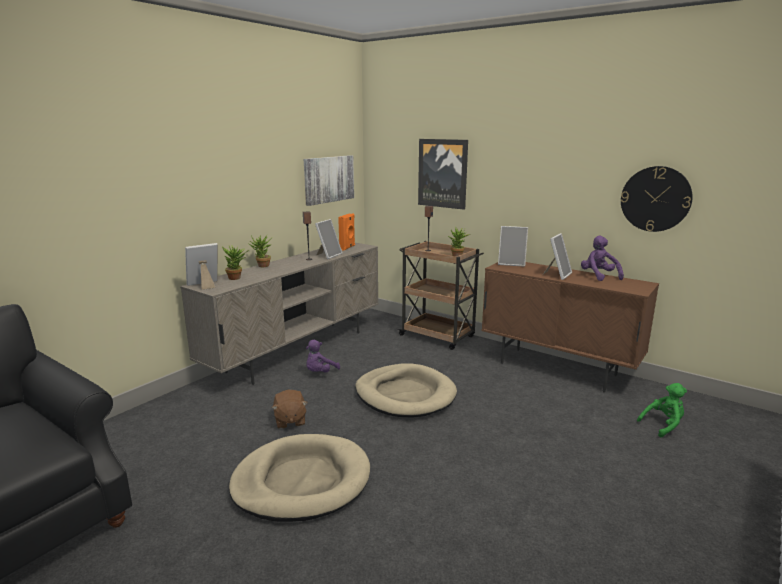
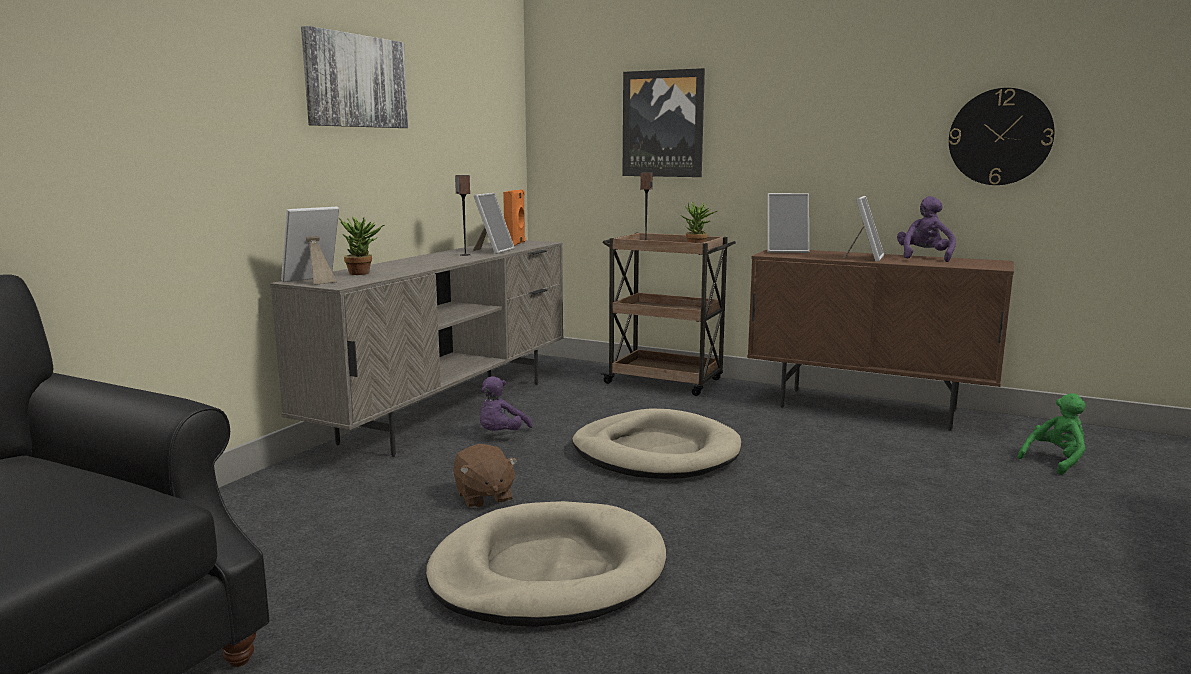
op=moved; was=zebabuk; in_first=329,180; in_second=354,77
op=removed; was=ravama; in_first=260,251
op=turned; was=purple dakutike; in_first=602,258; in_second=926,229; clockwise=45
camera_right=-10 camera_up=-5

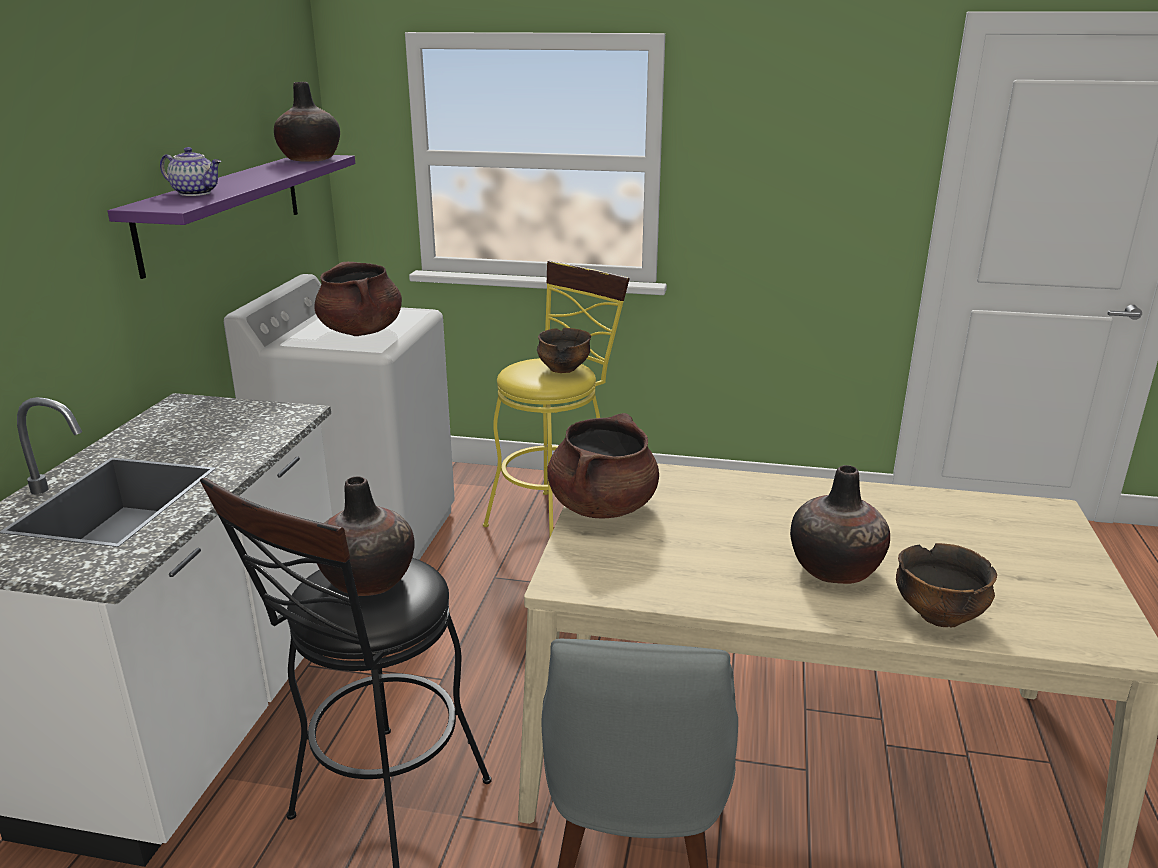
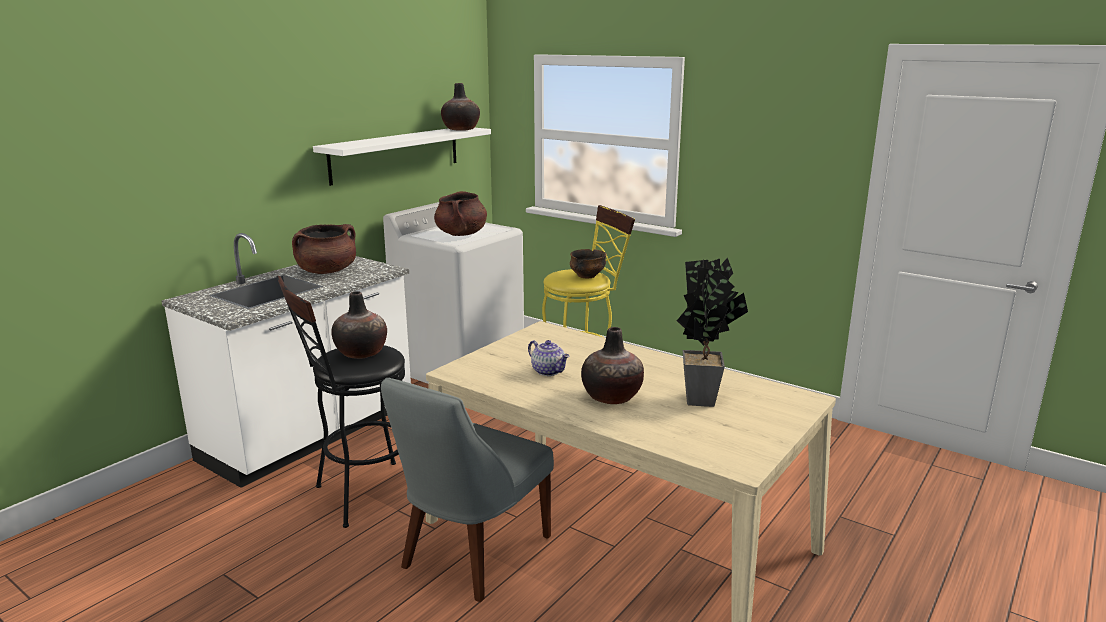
op=moved; was=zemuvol; in_first=190,171; in_second=548,358
op=recoloured; was=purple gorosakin; now=white gorosakin; in_first=231,217; in_second=402,157
op=moved; was=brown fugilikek; in_first=603,465; in_second=324,249
op=removed; was=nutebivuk; in_first=946,585
op=added; now=ravama; in_second=712,332
camera_right=25 camera_up=-5

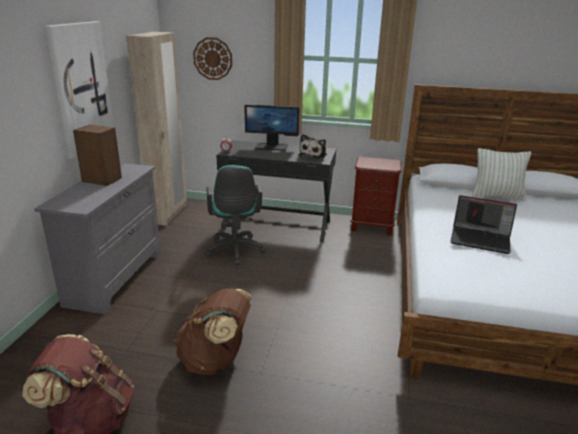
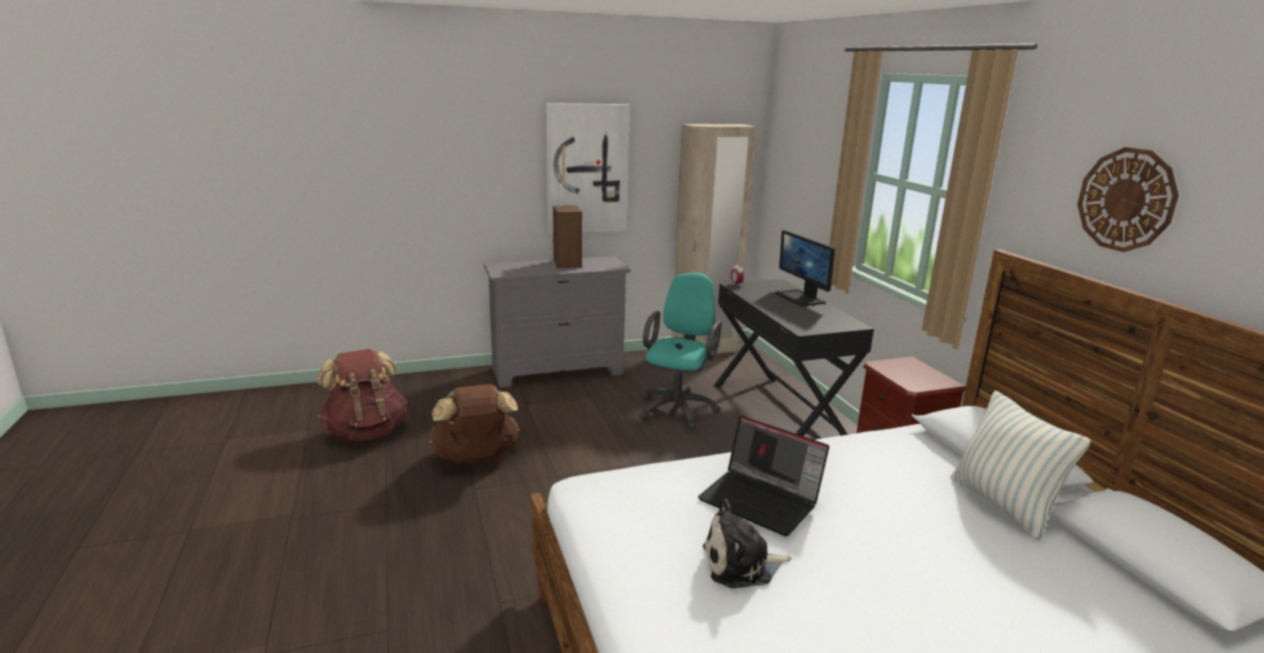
op=moved; was=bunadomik; in_first=212,58; in_second=1128,199
op=moved; was=dakutike; in_first=313,146; in_second=747,543
op=turned; was=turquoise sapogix; in_first=235,215; in_second=680,351; clockwise=150
op=turned; was=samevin; in_first=483,224; in_second=763,475; clockwise=-45
camera_right=60 camera_up=-5

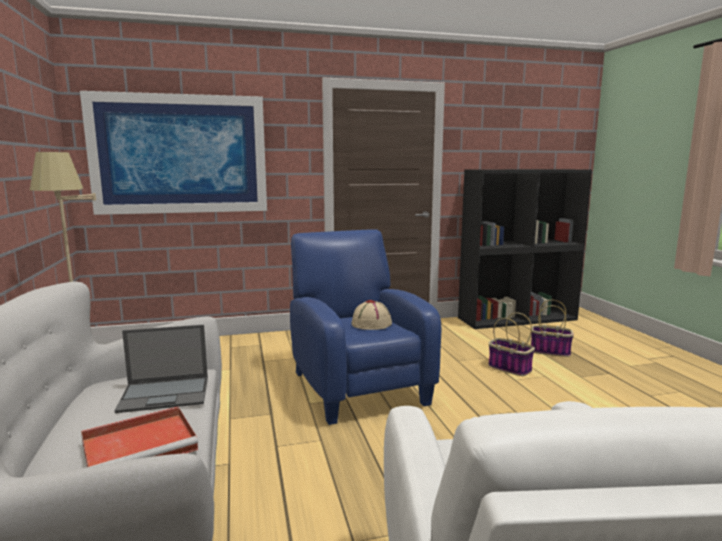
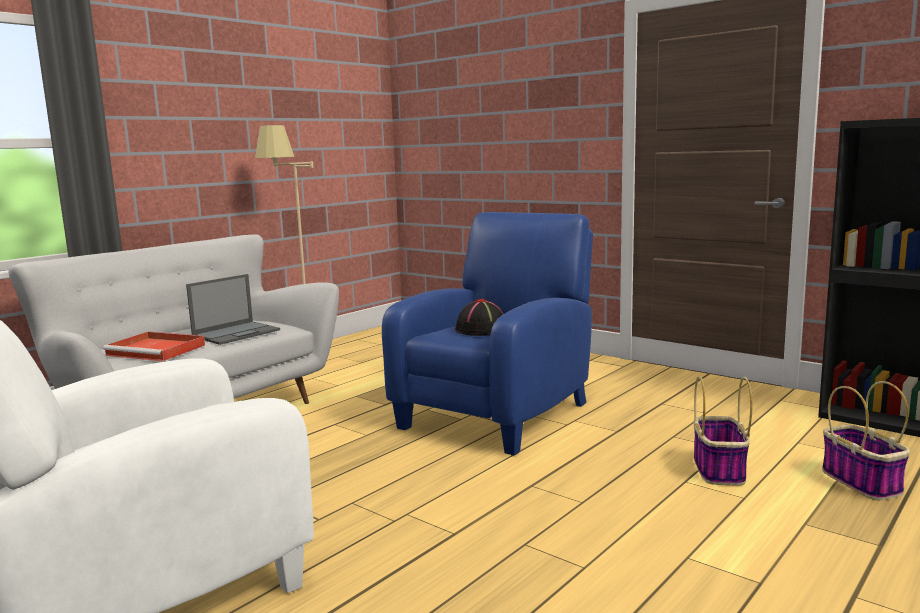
op=removed; was=zebabuk; in_first=173,153
op=recoloured; was=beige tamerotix; now=black tamerotix; in_first=371,315; in_second=479,317
op=turned; was=samevin; in_first=161,369; in_second=233,309; clockwise=-90
camera_right=55 camera_up=0

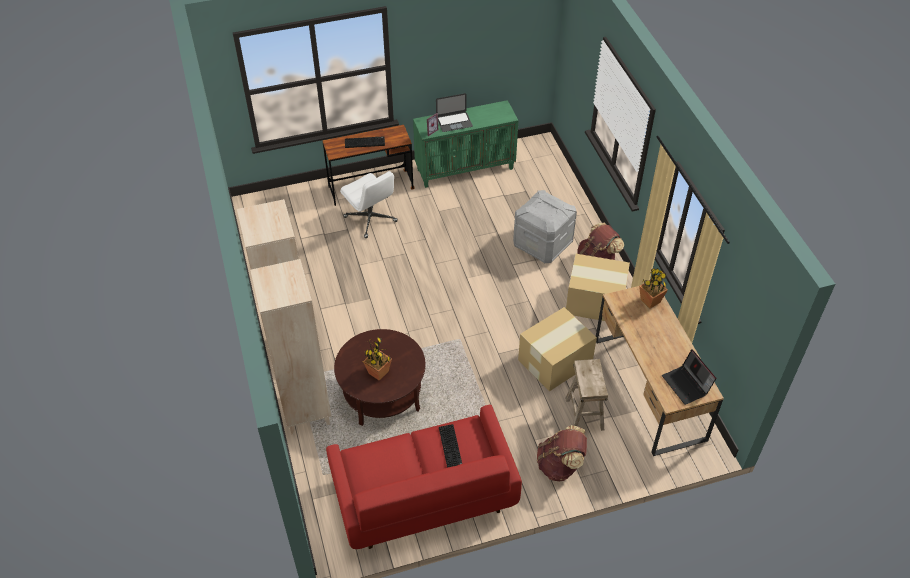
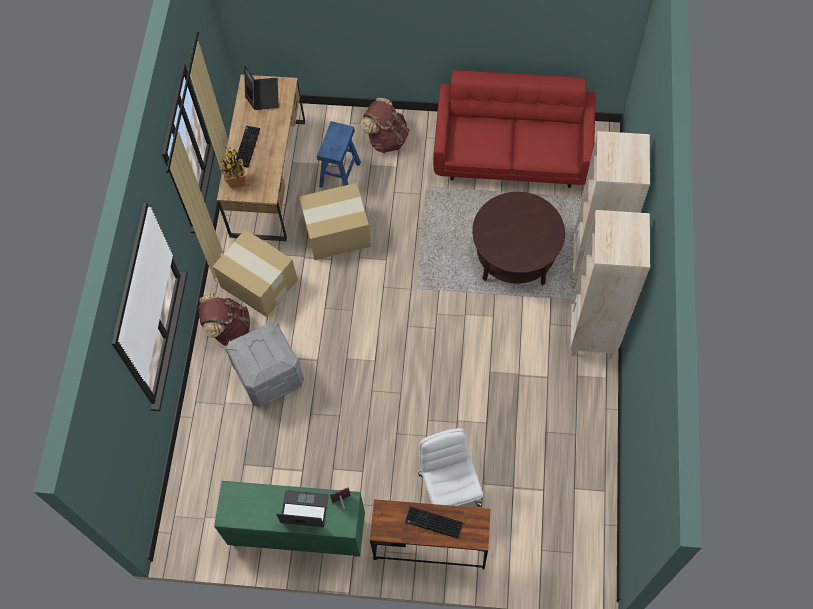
op=removed; was=ravama; in_first=377,359
op=recoloured; was=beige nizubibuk; now=blue nizubibuk; in_first=586,395; in_second=339,154
op=moved; was=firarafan; in_first=450,446; in_second=248,146
camera_right=-155 camera_up=15

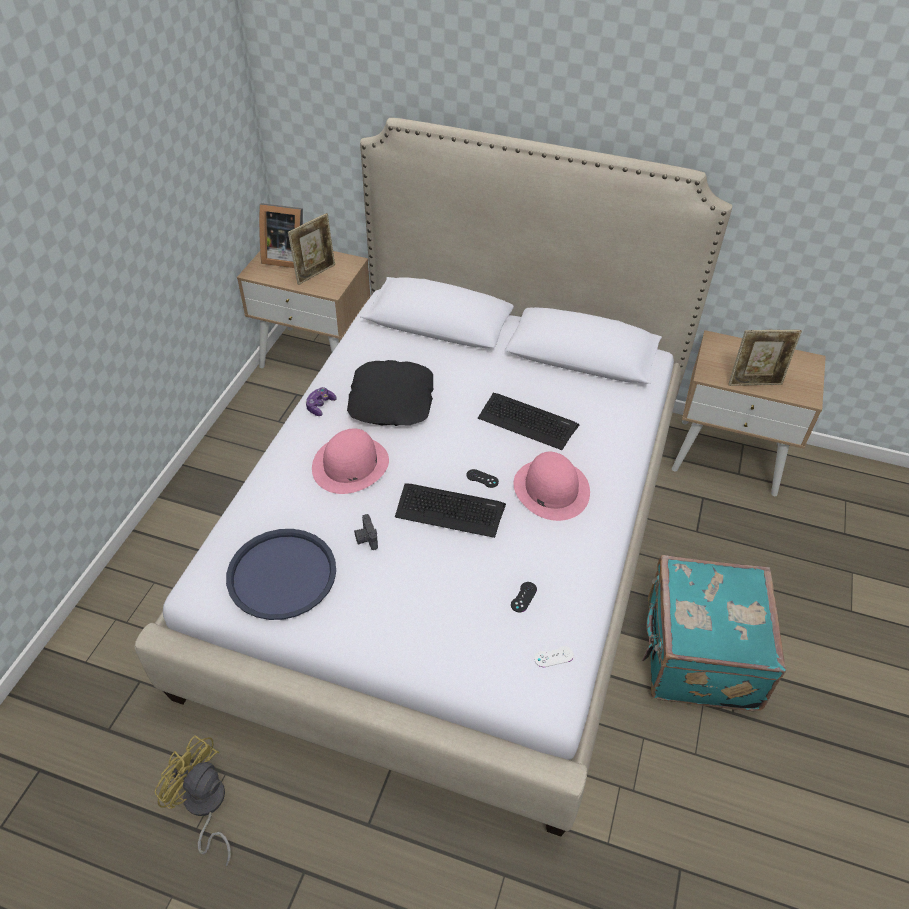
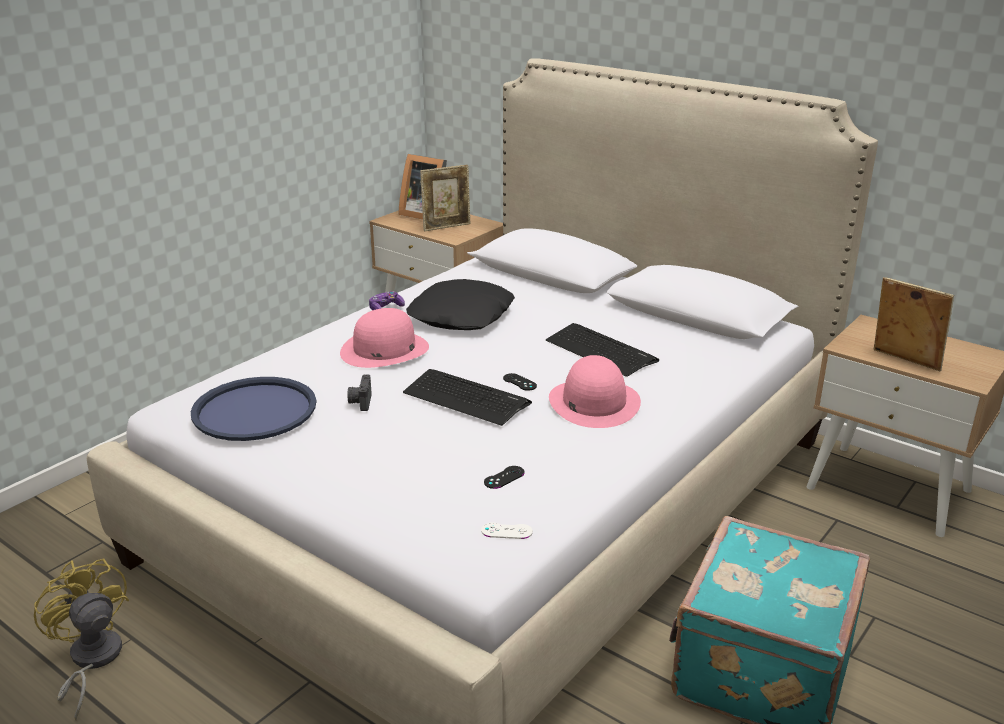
op=turned; was=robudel; in_first=765,358; in_second=914,324; clockwise=-150
camera_right=20 camera_up=-20

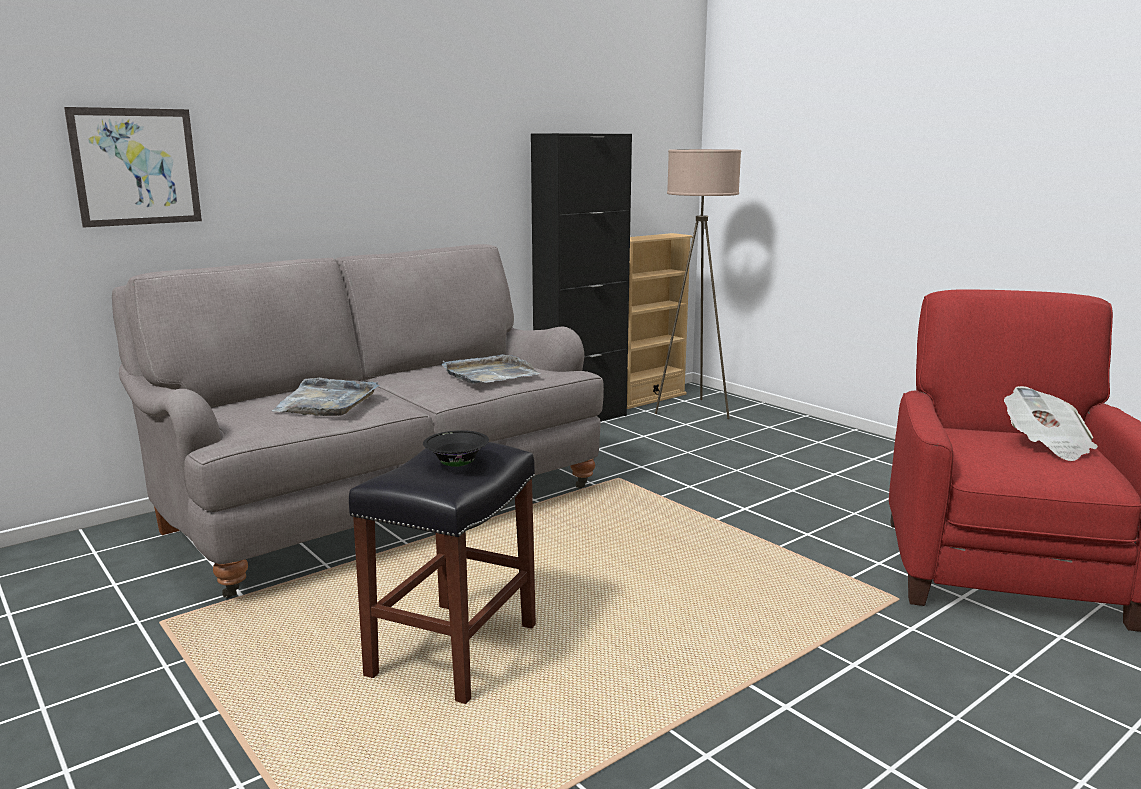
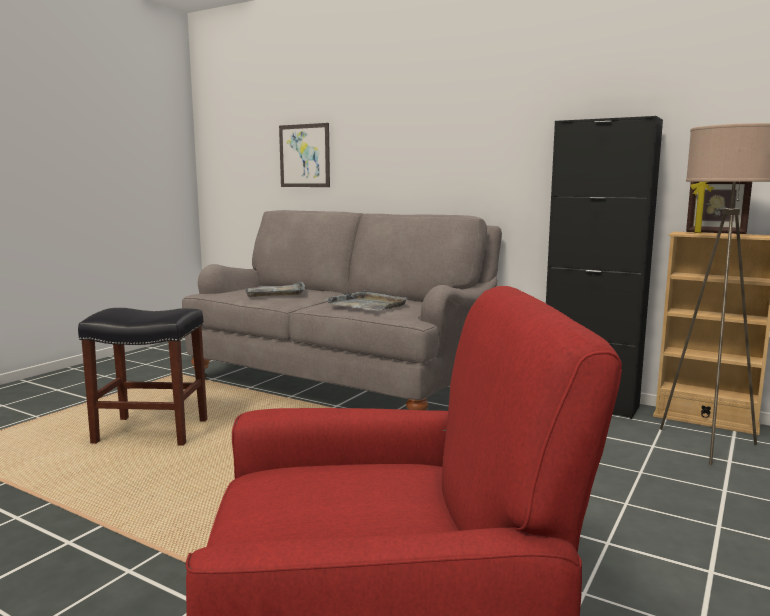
op=removed; was=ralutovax; in_first=1051,423
op=removed; was=black nutebivuk; in_first=456,448
op=added; now=robudel; in_second=719,208
camera_right=70 camera_up=-5

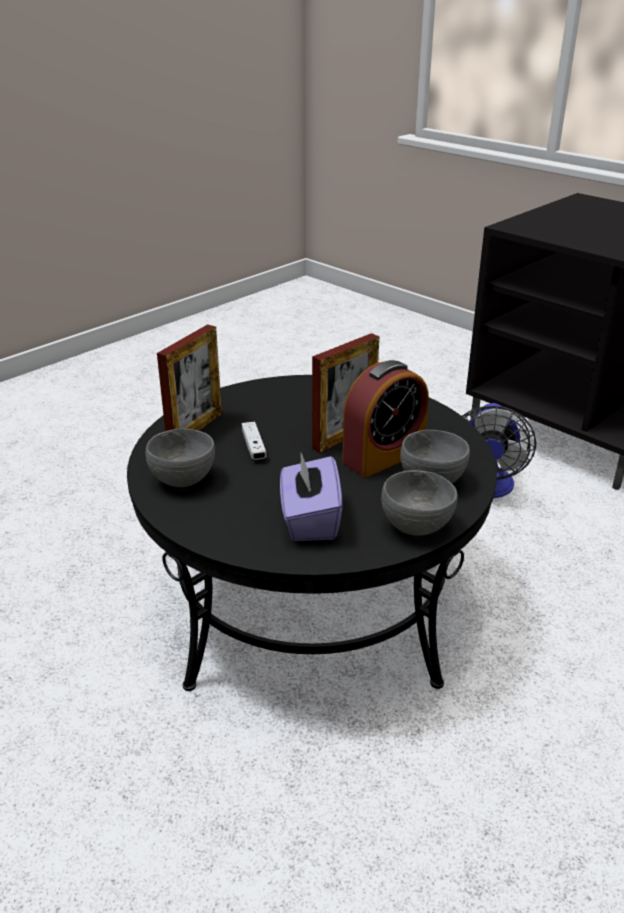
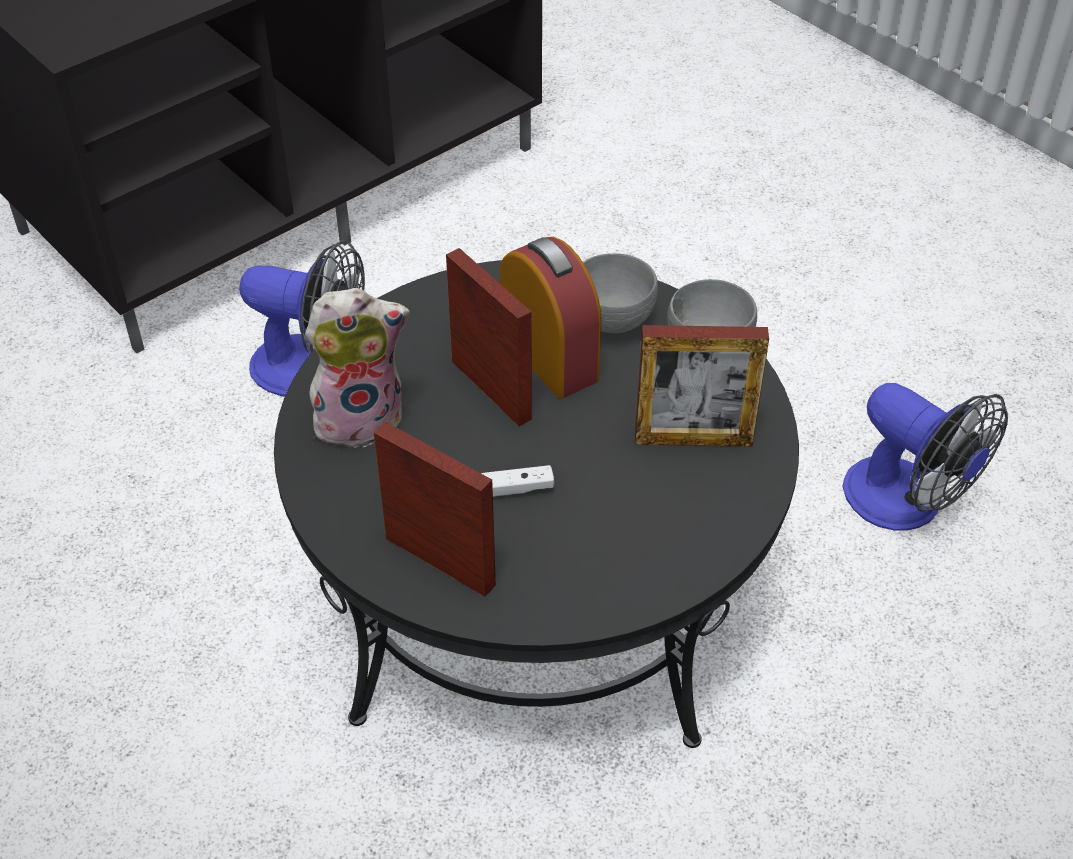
op=removed; was=grey nutebivuk; in_first=180,458
op=replaced; was=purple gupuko; now=robudel; in_first=311,497; in_second=702,386
op=added; now=dakutike; in_second=357,368
op=added; now=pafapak; in_second=925,457
camera_right=-85 camera_up=15

